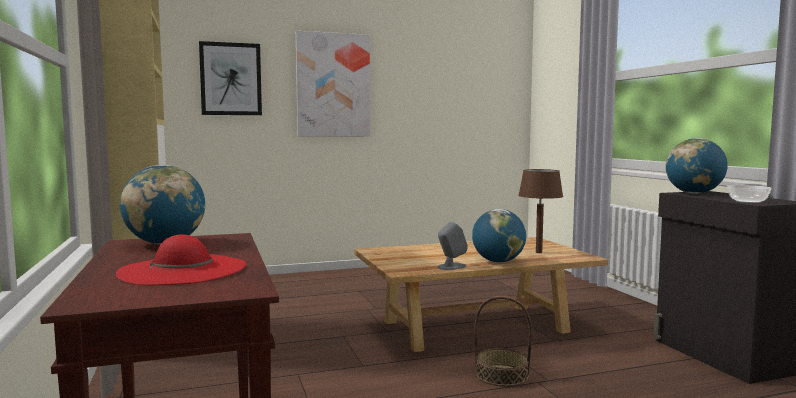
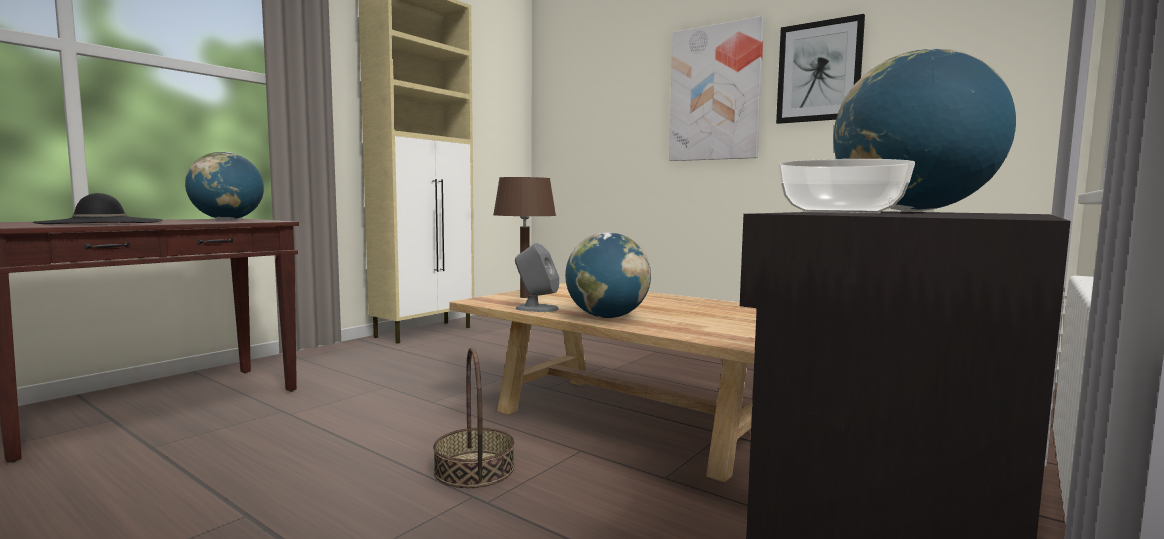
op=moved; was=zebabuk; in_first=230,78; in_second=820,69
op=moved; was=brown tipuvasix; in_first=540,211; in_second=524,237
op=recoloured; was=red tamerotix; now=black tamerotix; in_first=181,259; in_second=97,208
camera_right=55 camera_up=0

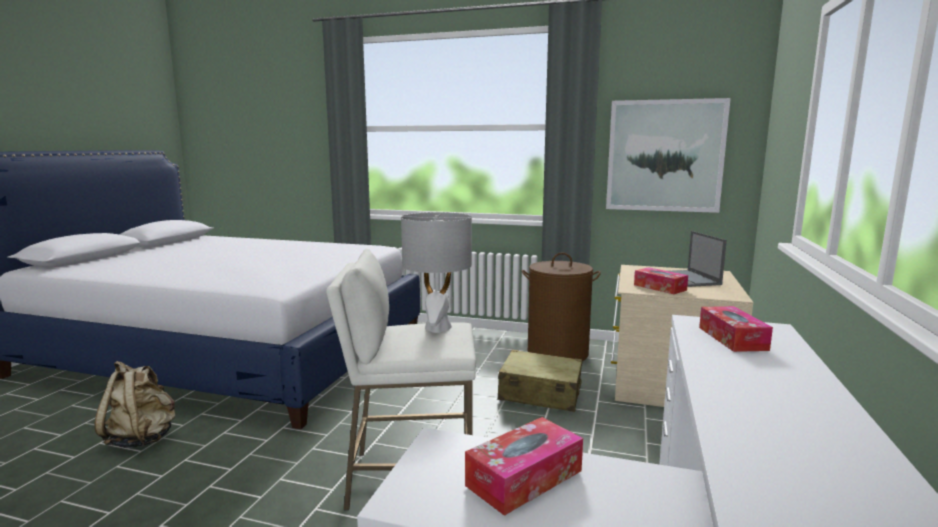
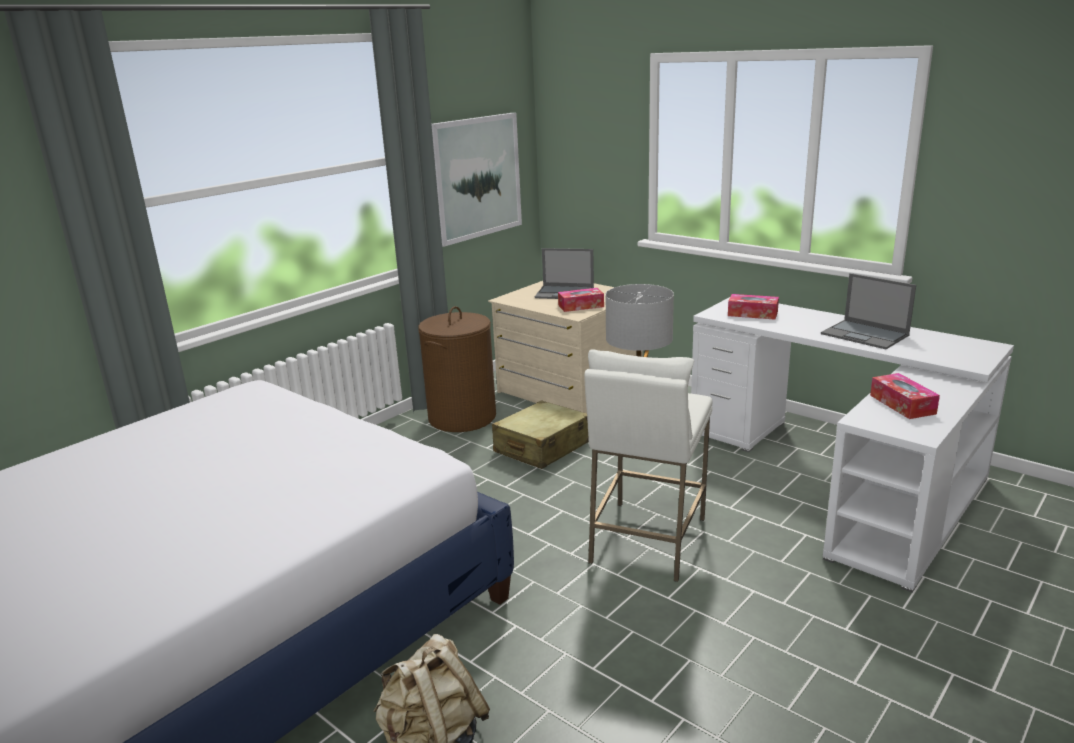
op=added; now=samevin; in_second=868,311
camera_right=-65 camera_up=10

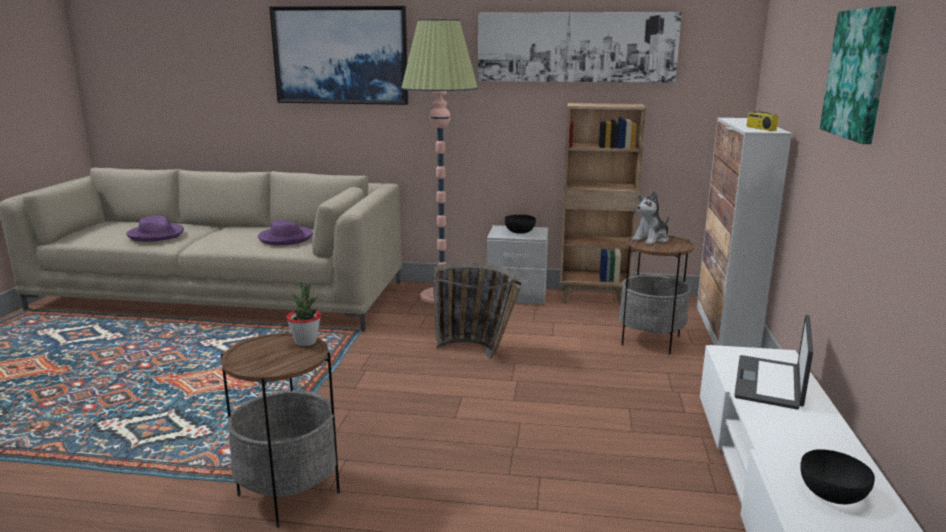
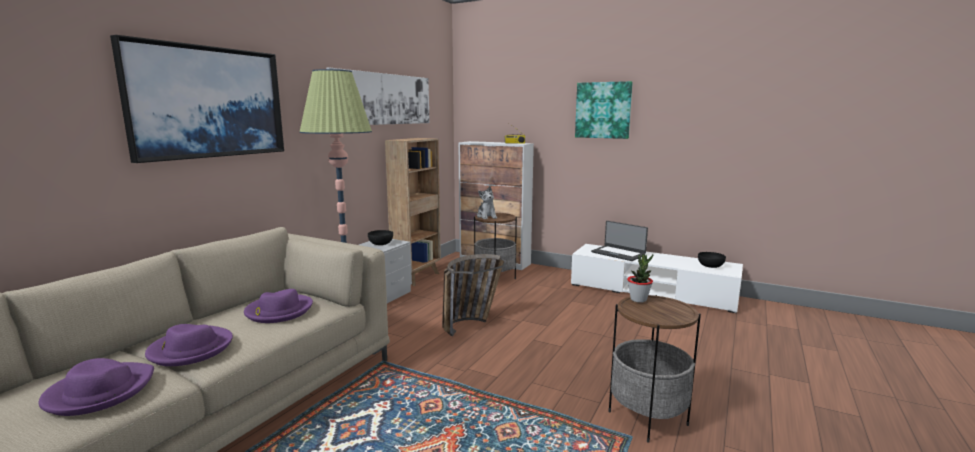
op=added; now=purple tamerotix; in_second=189,345
camera_right=-70 camera_up=-5

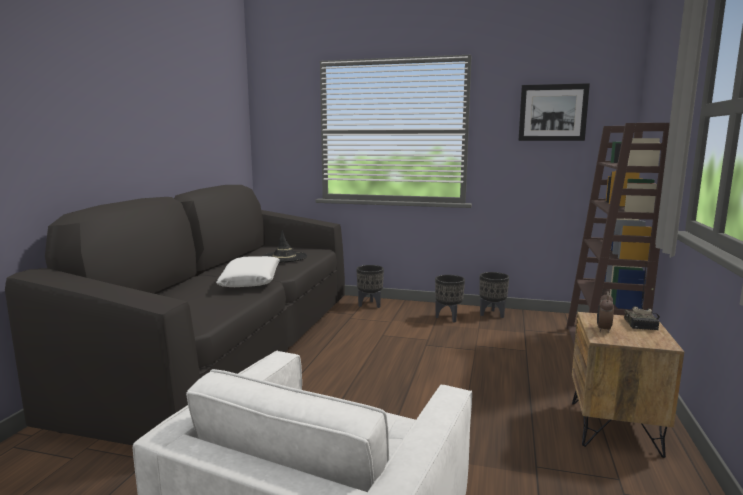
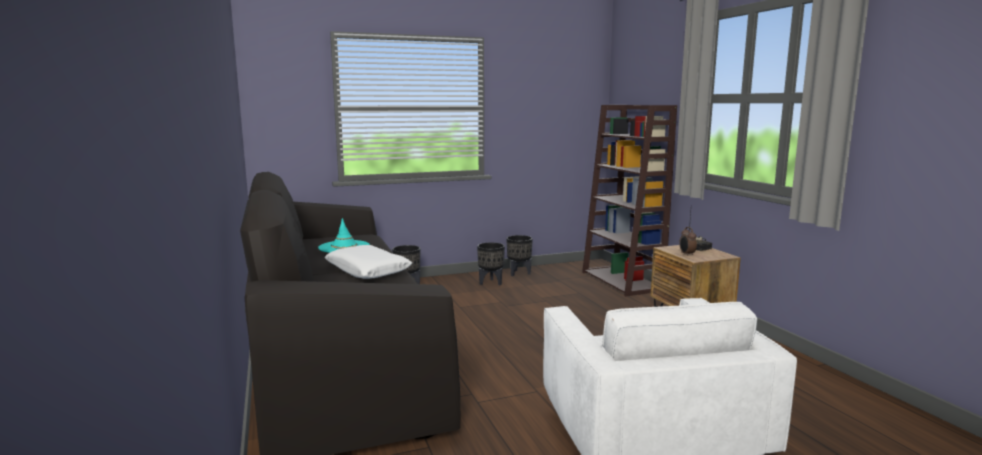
op=removed; was=zebabuk; in_first=554,112
op=recoloured; was=black tamerotix; now=turquoise tamerotix; in_first=284,246; in_second=344,235
camera_right=-35 camera_up=0

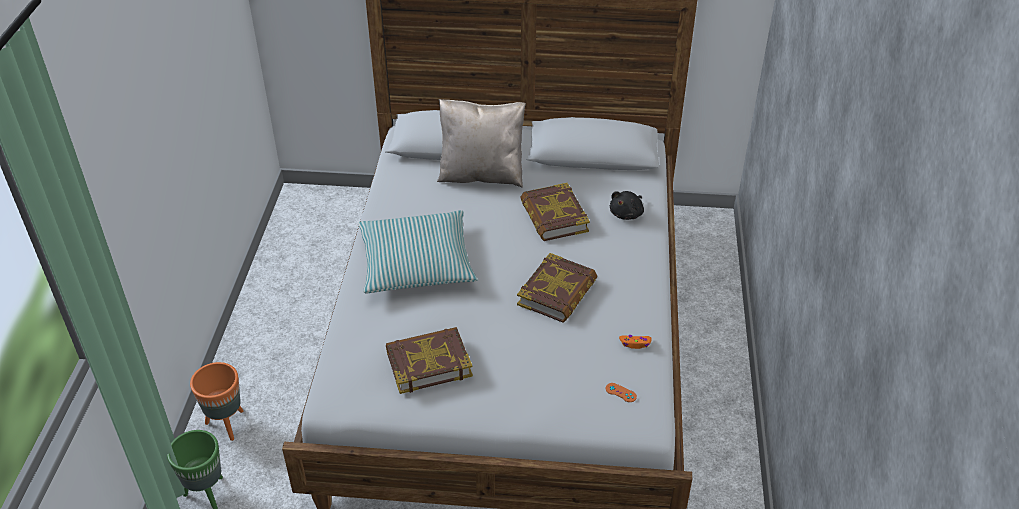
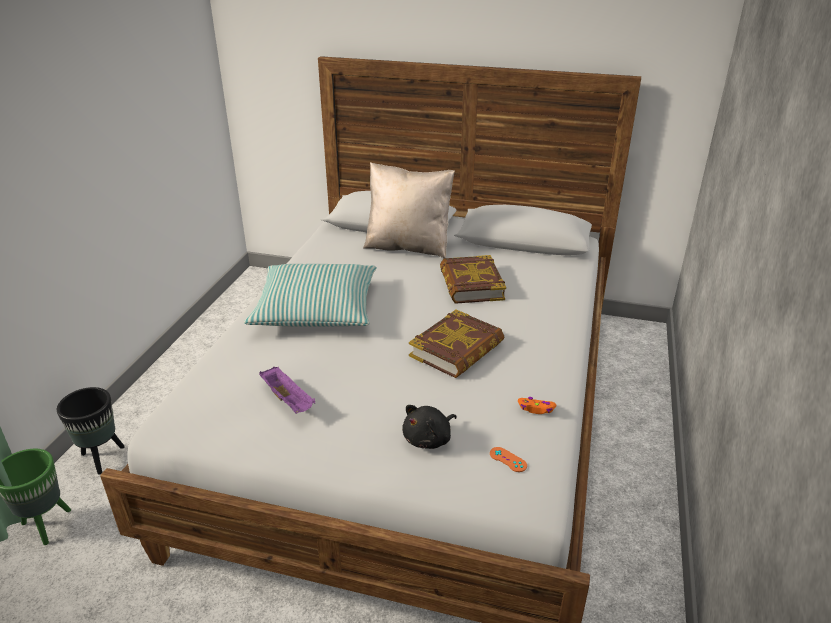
op=moved; was=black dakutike; in_first=627,205; in_second=429,427
op=replaced; was=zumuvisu; now=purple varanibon; in_first=429,360; in_second=287,390
op=recoloured; was=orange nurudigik; now=black nurudigik; in_first=217,401; in_second=91,431
camera_right=10 camera_up=-10

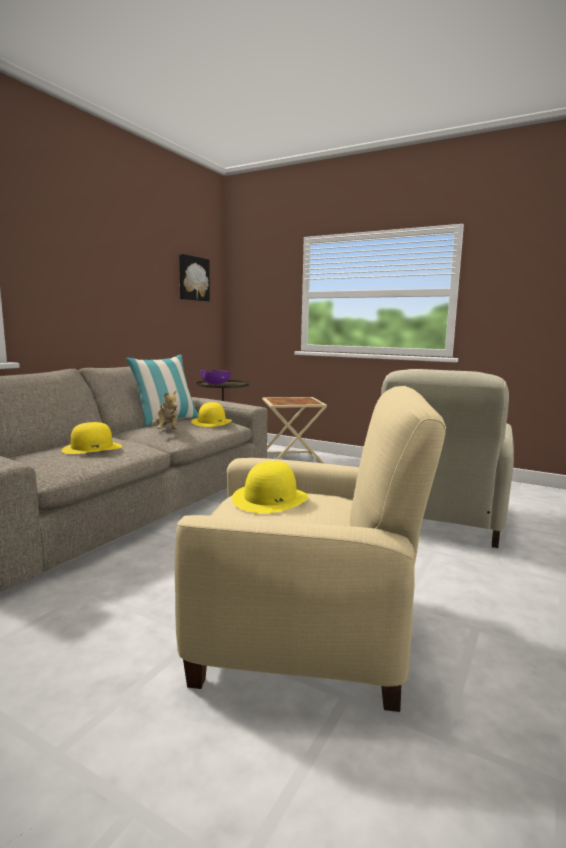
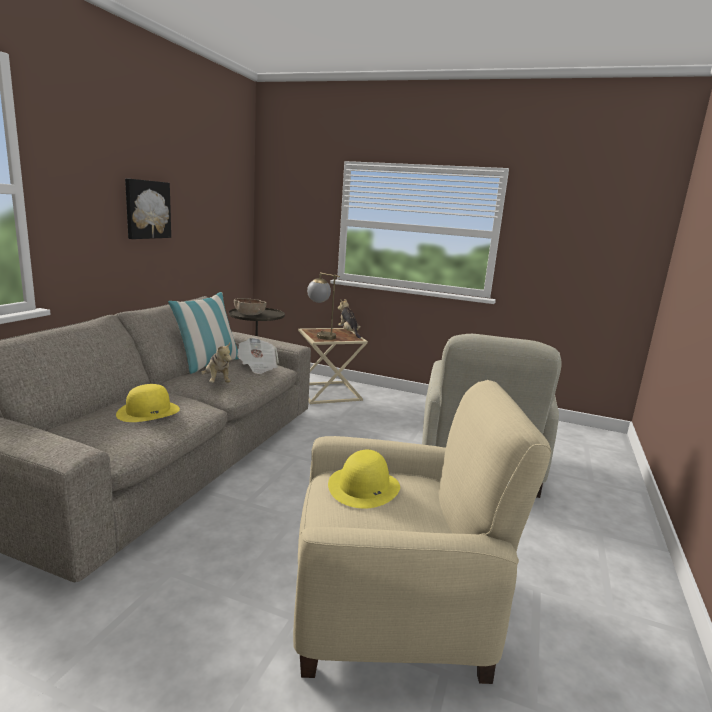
op=moved; was=zebabuk; in_first=194,278; in_second=148,208
op=recoloured; was=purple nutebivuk; now=brown nutebivuk; in_first=216,377; in_second=250,306
op=replaced; was=yellow tamerotix; now=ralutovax; in_first=211,414; in_second=258,356
op=added; now=tipuvasix; in_second=323,306
op=added; now=dakutike; in_second=349,319
camera_right=-10 camera_up=5

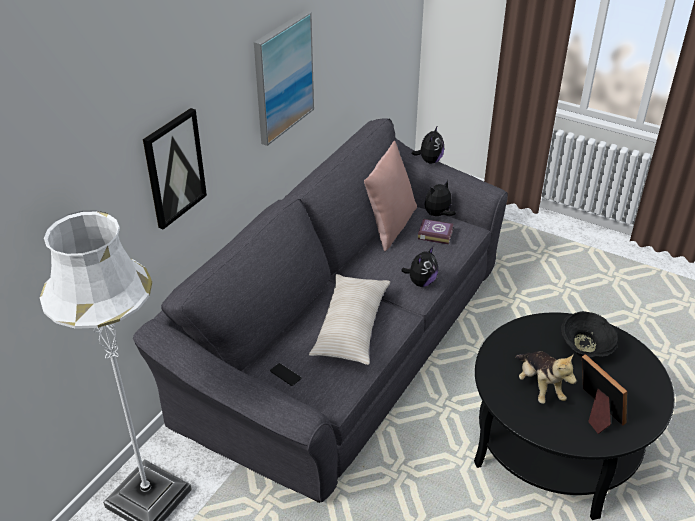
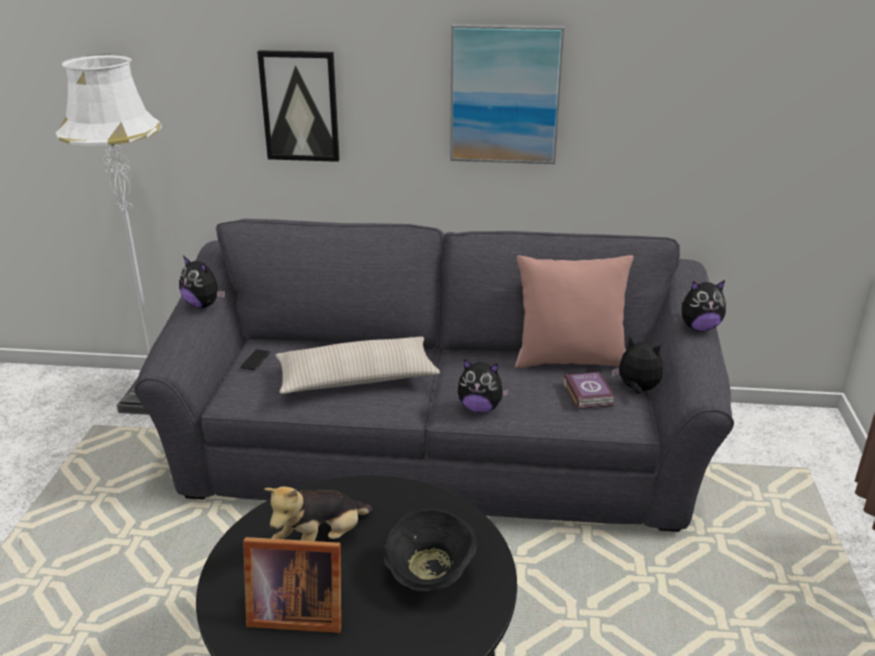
op=turned; was=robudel; in_first=604,394; in_second=292,585; clockwise=60
op=added; now=dakutike; in_second=202,282
camera_right=65 camera_up=-10

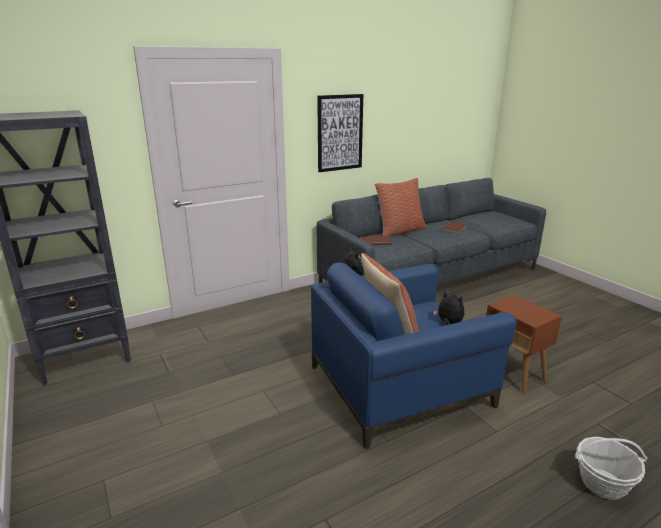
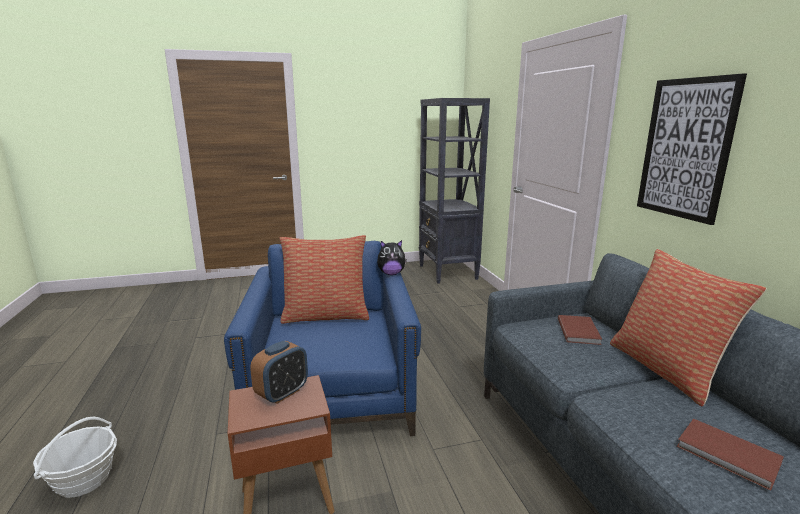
op=removed; was=dakutike; in_first=448,308
op=added; now=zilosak; in_second=279,372
camera_right=105 camera_up=-5

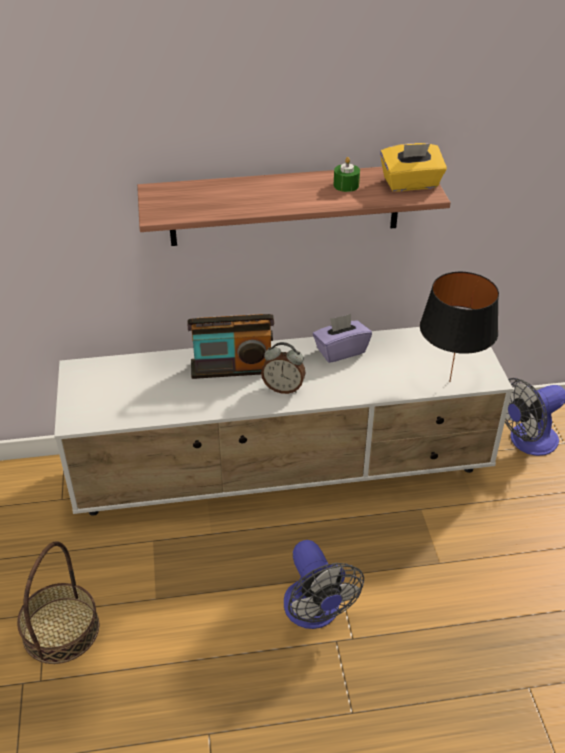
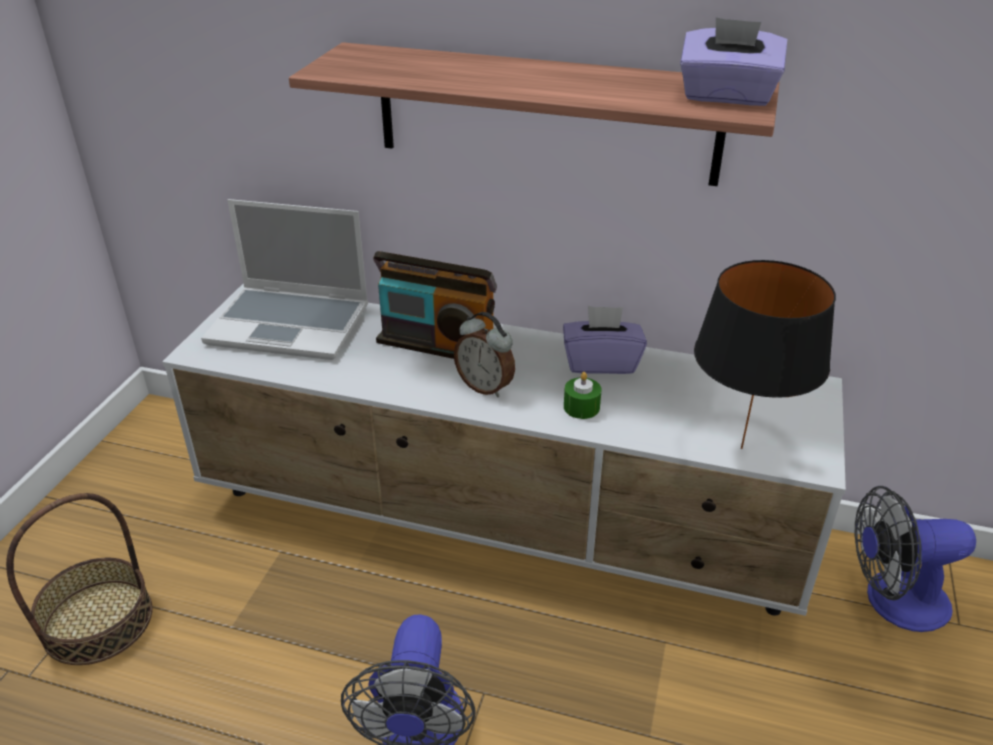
op=recoloured; was=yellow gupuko; now=purple gupuko; in_first=413,167; in_second=733,61
op=moved; was=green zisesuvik; in_first=347,174; in_second=583,395
op=added; now=samevin; in_second=284,279
camera_right=25 camera_up=-5

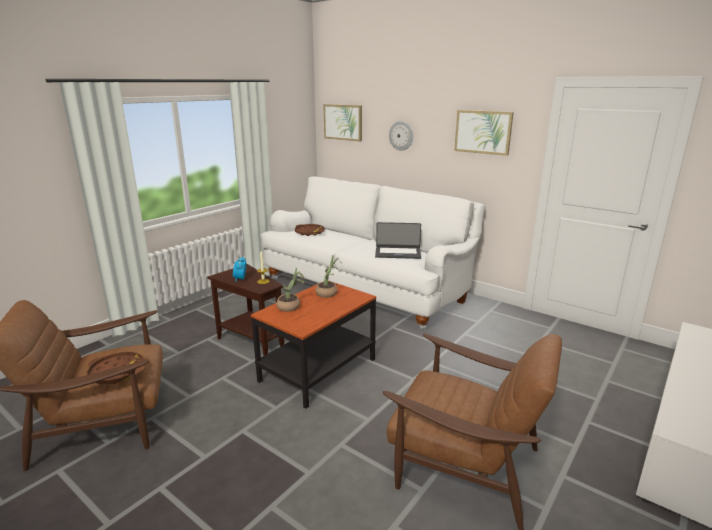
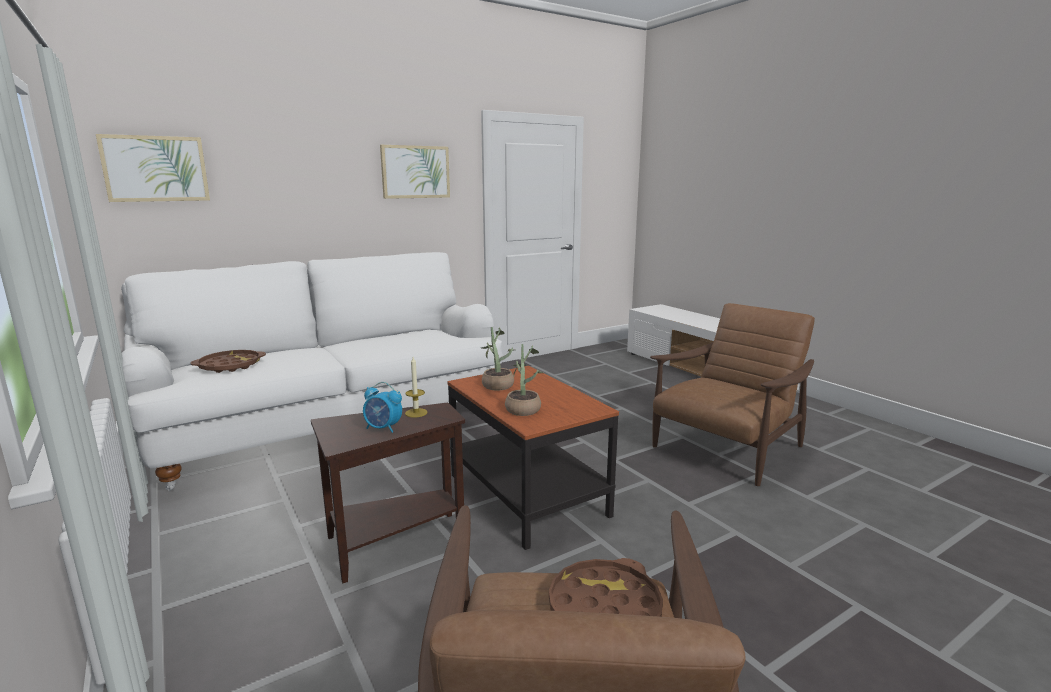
op=removed; was=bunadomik; in_first=401,136
op=removed; was=samevin; in_first=398,240
camera_right=-70 camera_up=-5

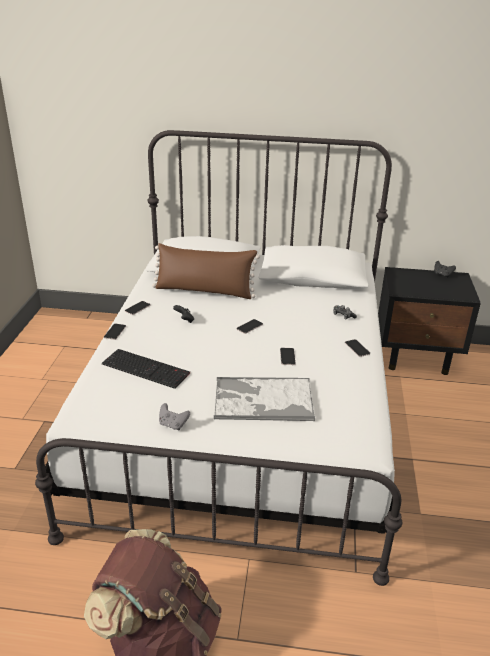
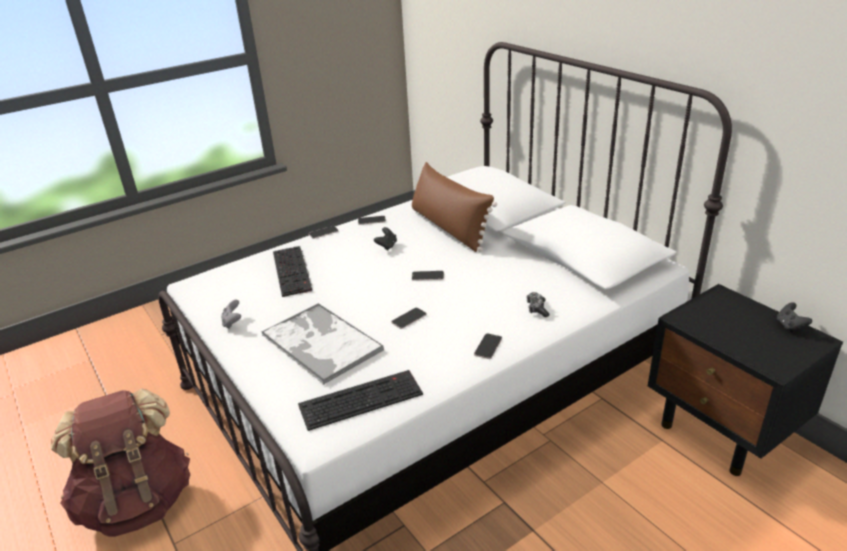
op=added; now=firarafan; in_second=360,400
camera_right=50 camera_up=0

